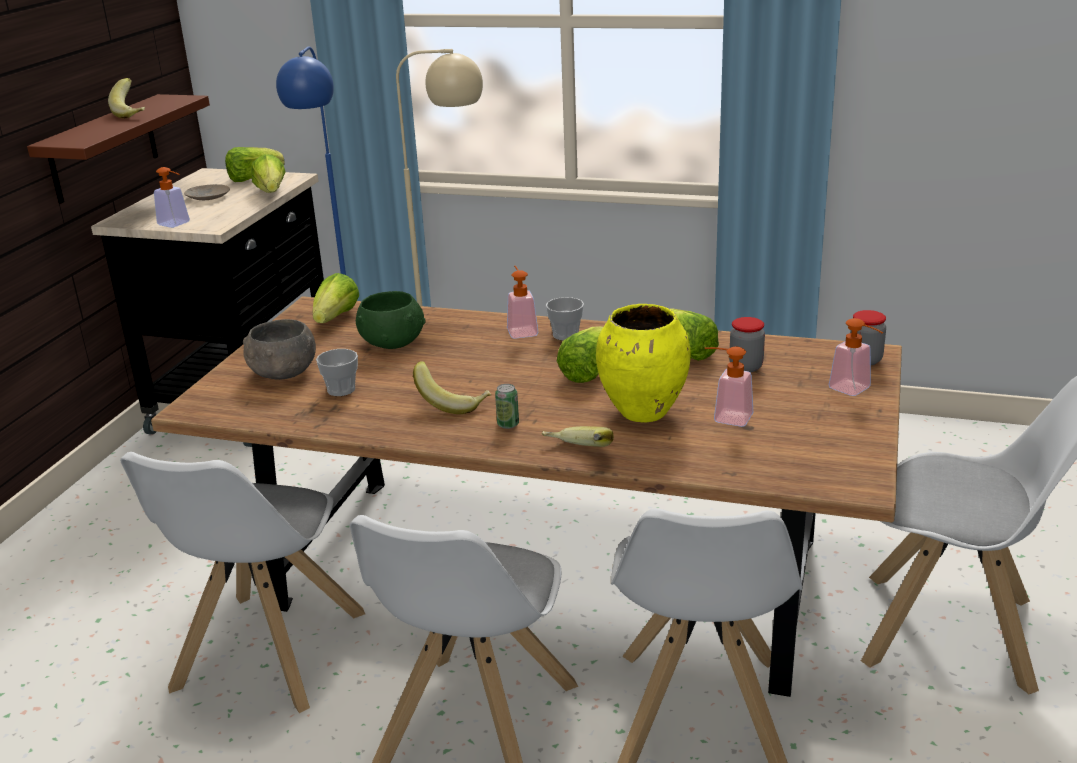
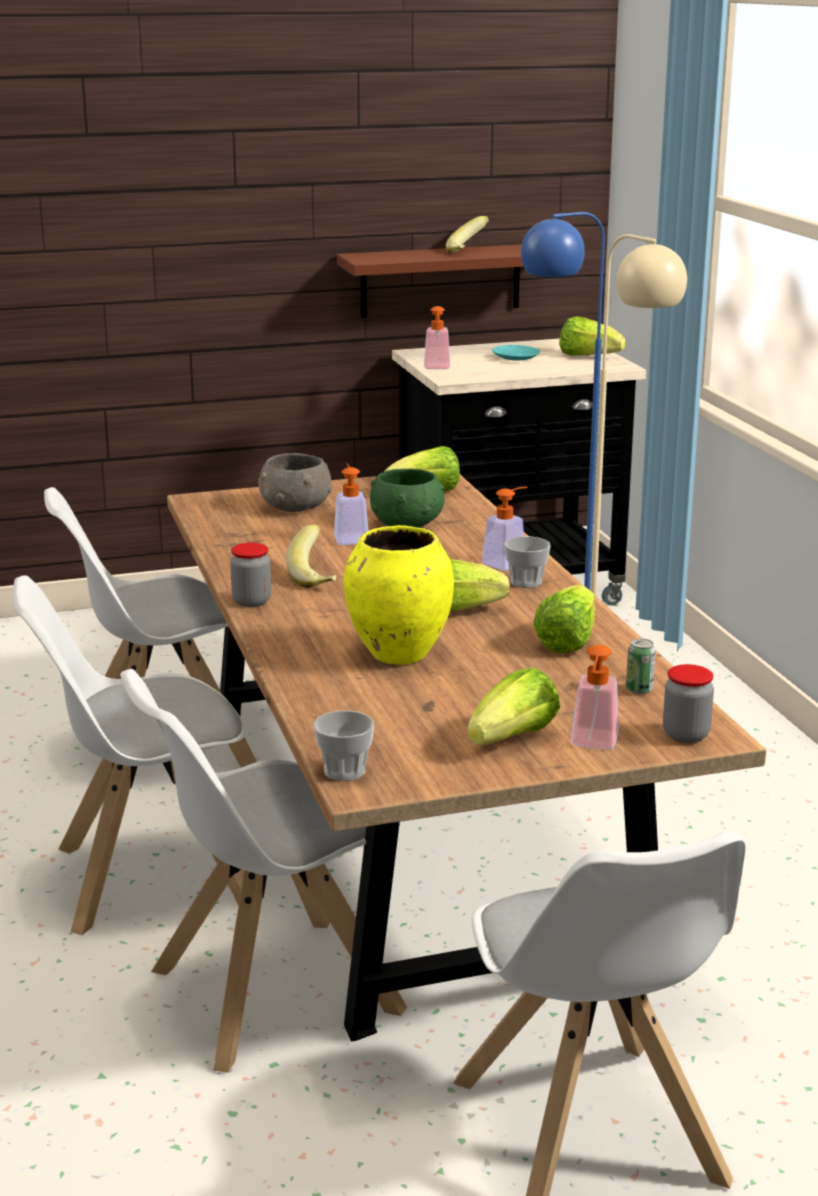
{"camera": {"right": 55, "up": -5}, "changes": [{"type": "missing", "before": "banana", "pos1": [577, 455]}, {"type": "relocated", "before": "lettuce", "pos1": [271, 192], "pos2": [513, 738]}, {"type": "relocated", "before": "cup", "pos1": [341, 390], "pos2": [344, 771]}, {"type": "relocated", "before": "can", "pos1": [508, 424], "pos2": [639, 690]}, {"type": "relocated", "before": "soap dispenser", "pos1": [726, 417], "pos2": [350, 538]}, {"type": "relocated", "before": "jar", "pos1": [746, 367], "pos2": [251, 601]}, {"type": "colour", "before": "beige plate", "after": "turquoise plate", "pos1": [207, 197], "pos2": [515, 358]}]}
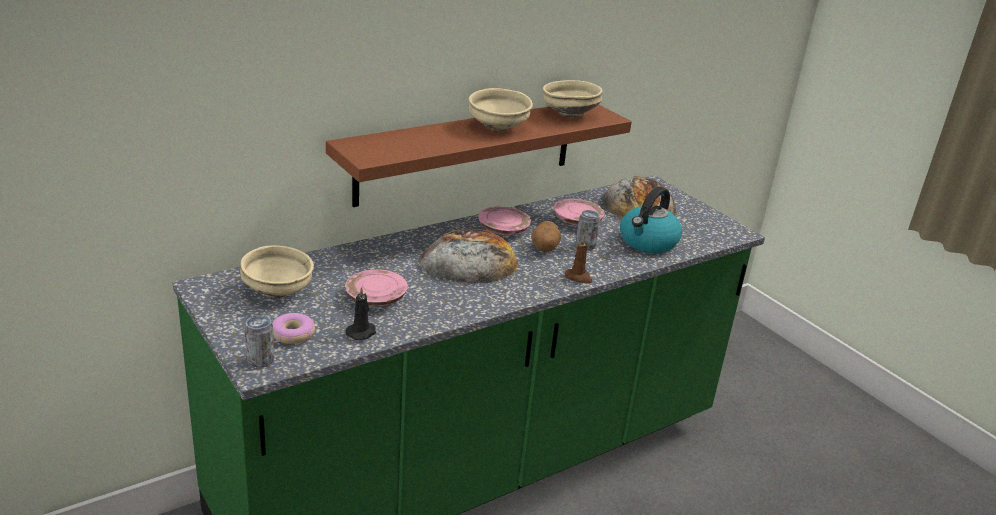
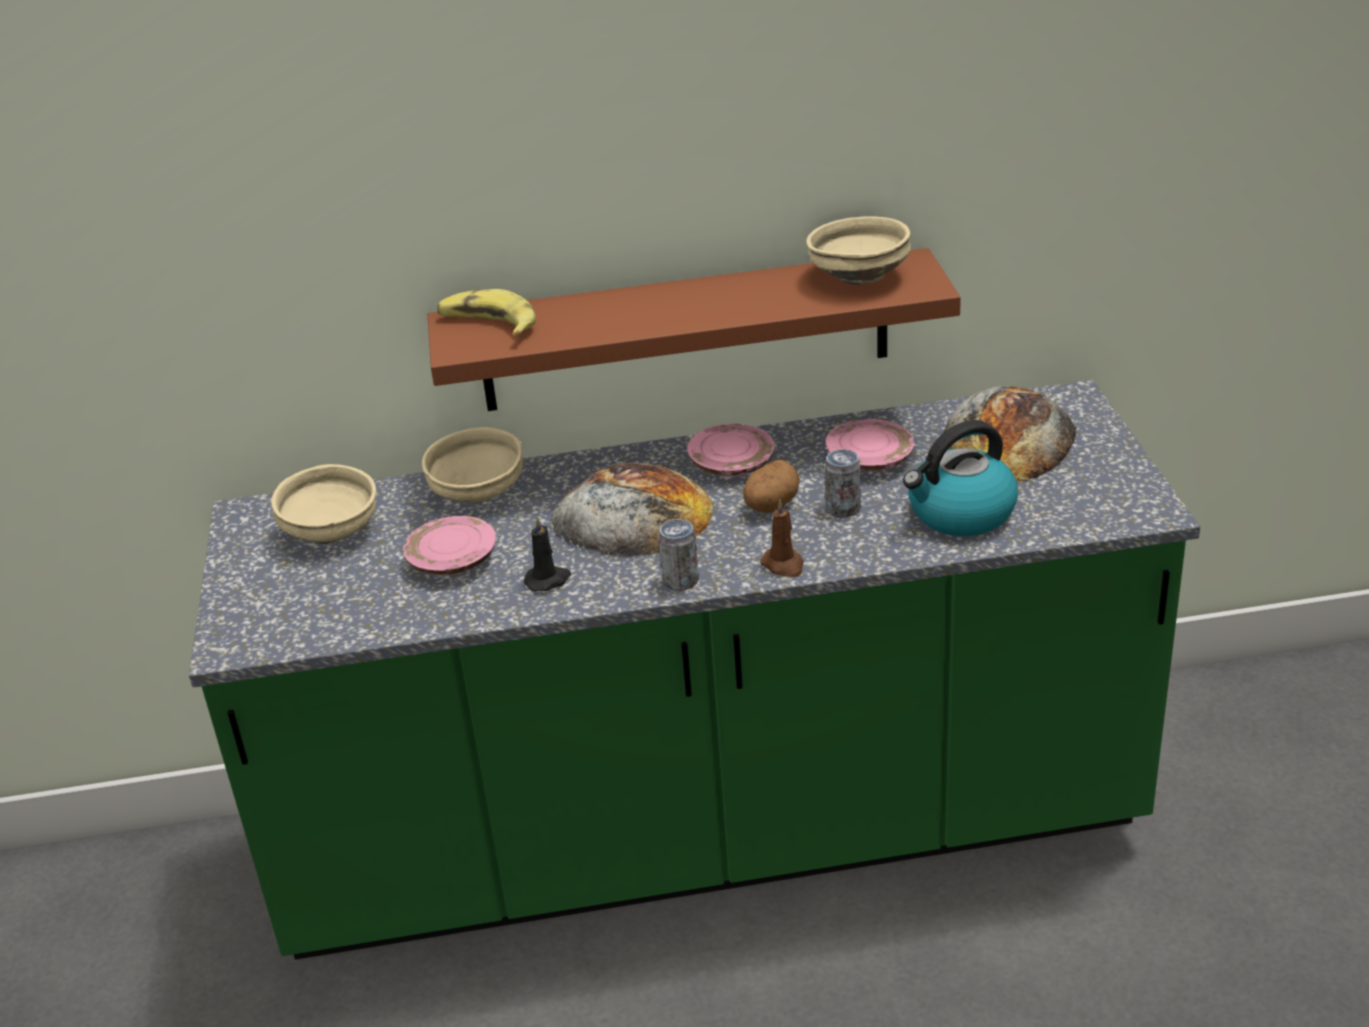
{"camera": {"right": 30, "up": 5}, "changes": [{"type": "missing", "before": "donut", "pos1": [292, 334]}, {"type": "appeared", "after": "banana", "pos2": [488, 325]}, {"type": "relocated", "before": "can", "pos1": [260, 360], "pos2": [680, 581]}, {"type": "relocated", "before": "black candle", "pos1": [362, 332], "pos2": [548, 580]}, {"type": "relocated", "before": "beige bowl", "pos1": [498, 127], "pos2": [477, 494]}]}
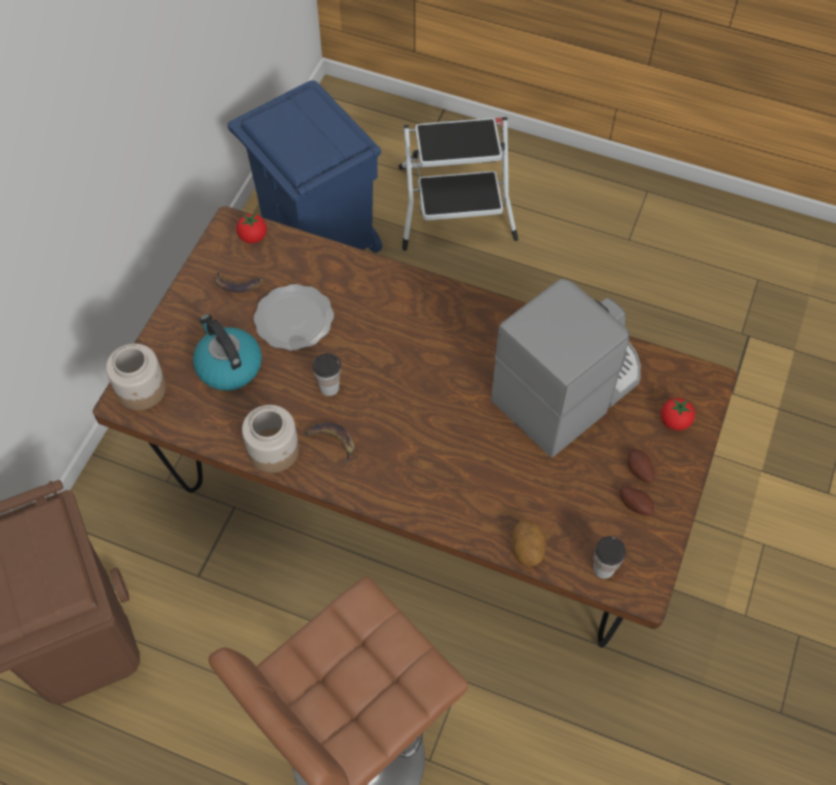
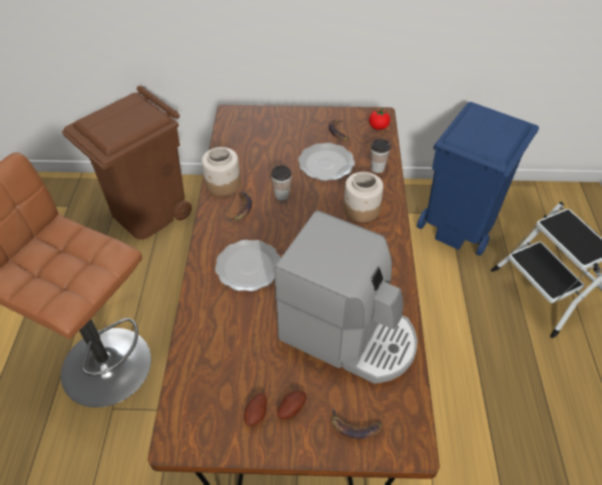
{"camera": {"right": 70, "up": -10}, "changes": [{"type": "missing", "before": "kettle", "pos1": [228, 366]}, {"type": "missing", "before": "potato", "pos1": [527, 549]}, {"type": "appeared", "after": "plate", "pos2": [248, 268]}, {"type": "relocated", "before": "jar", "pos1": [142, 389], "pos2": [361, 209]}, {"type": "relocated", "before": "cup", "pos1": [603, 568], "pos2": [377, 168]}, {"type": "exchanged", "before": "tomato", "after": "banana", "pos1": [674, 421], "pos2": [355, 426]}]}
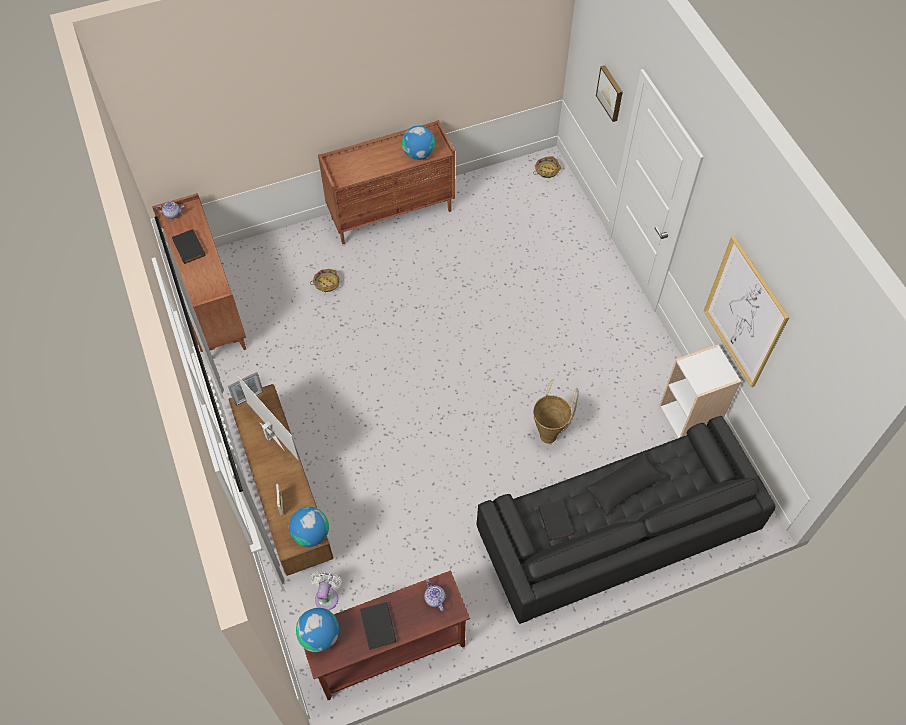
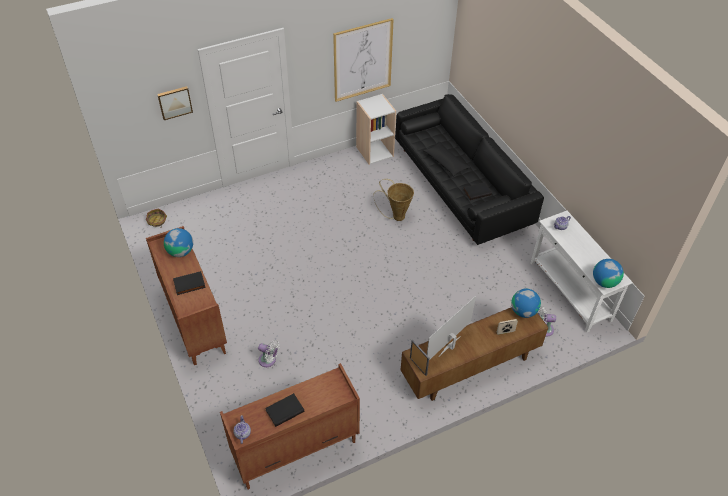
{"camera": {"right": -95, "up": -10}, "changes": [{"type": "relocated", "before": "black book", "pos1": [376, 626], "pos2": [189, 285]}, {"type": "exchanged", "before": "basket", "after": "white fan", "pos1": [326, 283], "pos2": [269, 360]}, {"type": "colour", "before": "brown console table", "after": "white console table", "pos1": [388, 652], "pos2": [570, 291]}]}
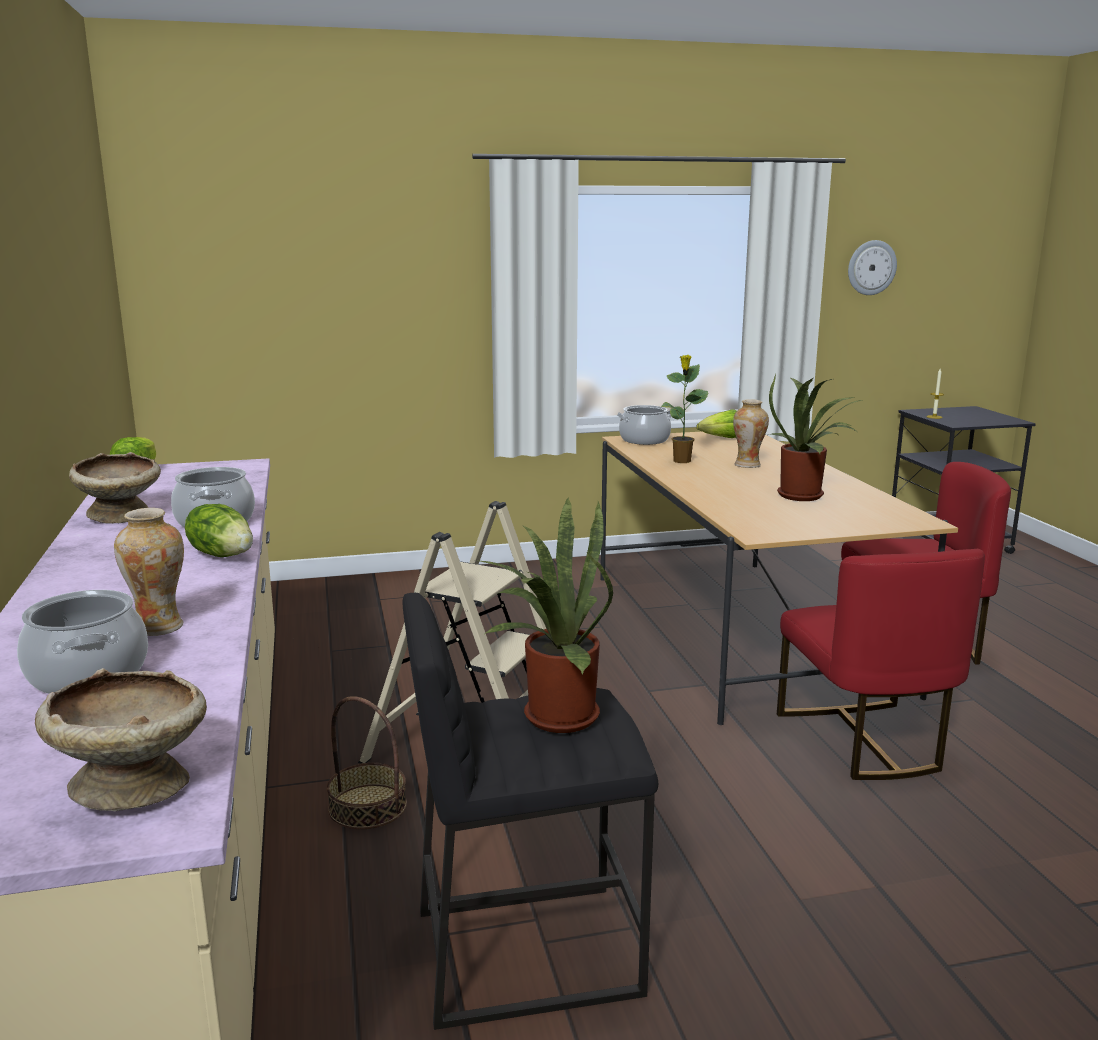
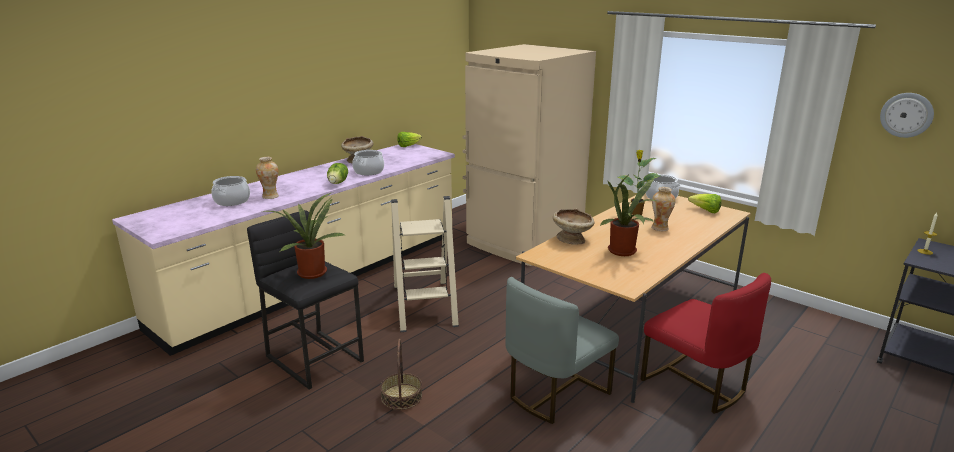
{"camera": {"right": 55, "up": 5}, "changes": [{"type": "appeared", "after": "beige fridge", "pos2": [523, 240]}, {"type": "relocated", "before": "beige bowl", "pos1": [133, 785], "pos2": [572, 240]}, {"type": "relocated", "before": "basket", "pos1": [367, 807], "pos2": [401, 396]}, {"type": "colour", "before": "red chair", "after": "grey chair", "pos1": [864, 741], "pos2": [555, 393]}]}
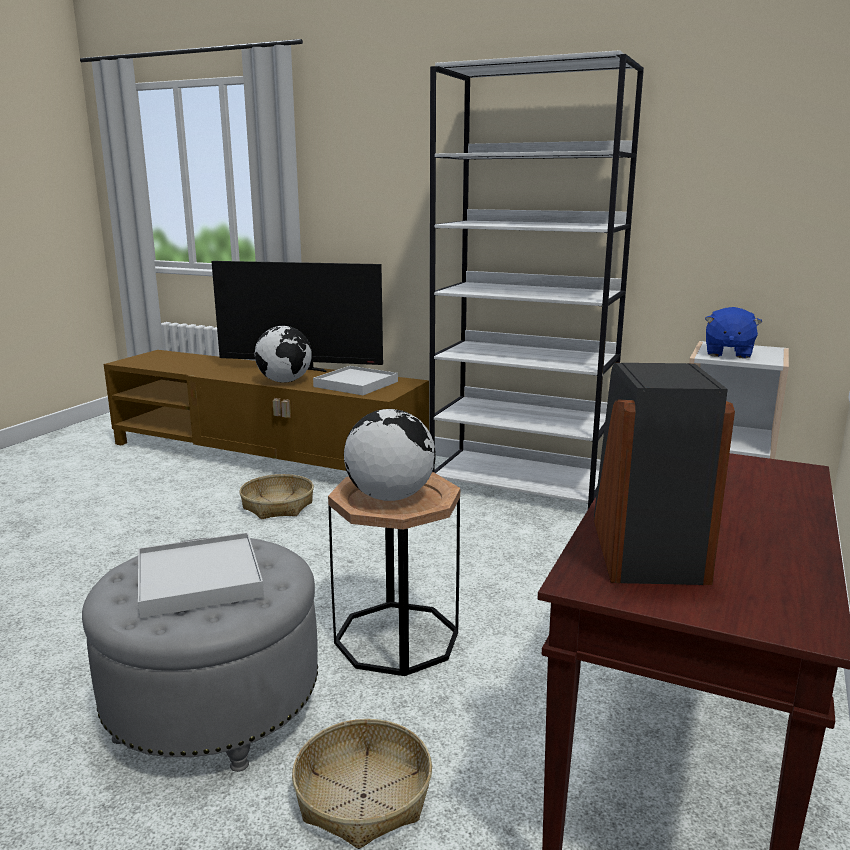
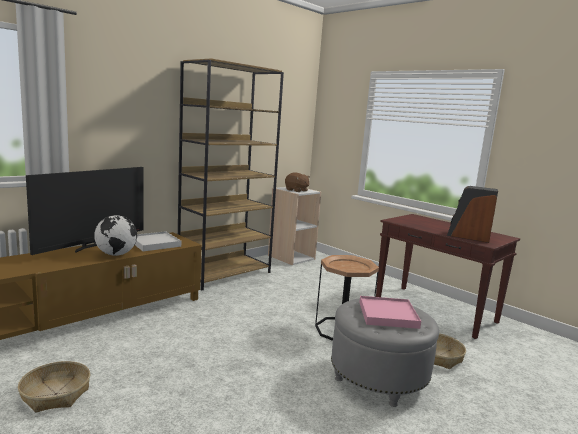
{"camera": {"right": -70, "up": -5}, "changes": [{"type": "missing", "before": "globe", "pos1": [390, 497]}, {"type": "relocated", "before": "basket", "pos1": [277, 506], "pos2": [56, 394]}, {"type": "colour", "before": "white tray", "after": "pink tray", "pos1": [199, 580], "pos2": [388, 315]}, {"type": "colour", "before": "white bookcase", "after": "brown bookcase", "pos1": [521, 487], "pos2": [225, 274]}, {"type": "colour", "before": "blue plush toy", "after": "brown plush toy", "pos1": [727, 353], "pos2": [296, 190]}]}
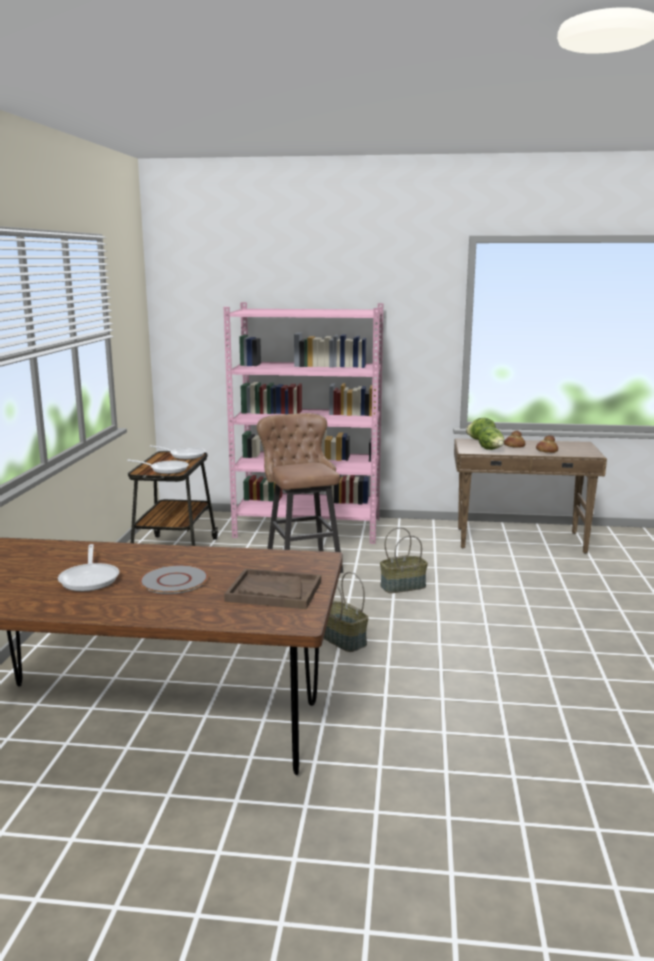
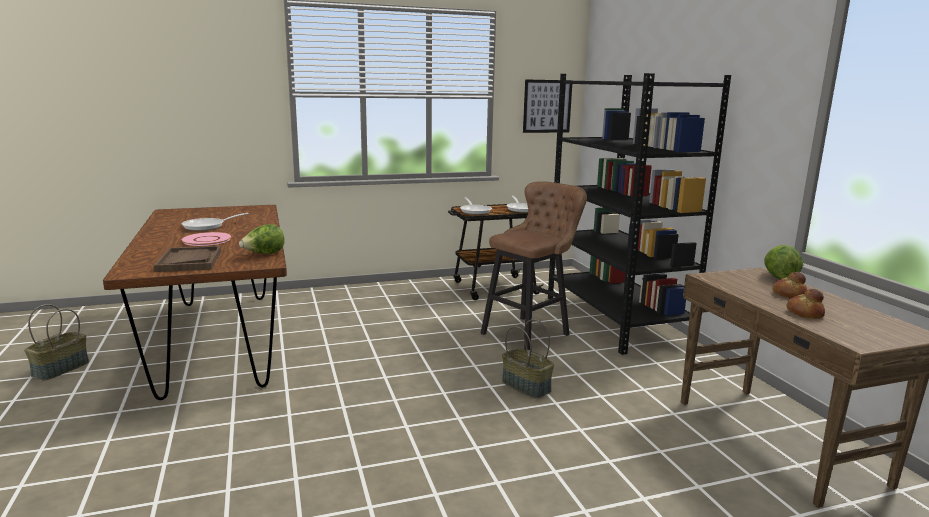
{"camera": {"right": 65, "up": 0}, "changes": [{"type": "appeared", "after": "picture", "pos2": [547, 106]}, {"type": "relocated", "before": "basket", "pos1": [343, 640], "pos2": [60, 369]}, {"type": "relocated", "before": "lettuce", "pos1": [491, 450], "pos2": [264, 254]}, {"type": "colour", "before": "grey plate", "after": "pink plate", "pos1": [174, 581], "pos2": [206, 240]}, {"type": "colour", "before": "pink bookcase", "after": "black bookcase", "pos1": [308, 528], "pos2": [615, 319]}]}
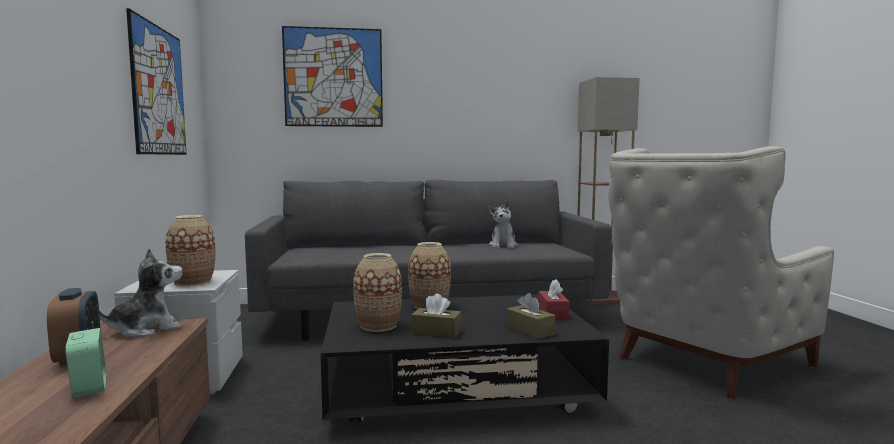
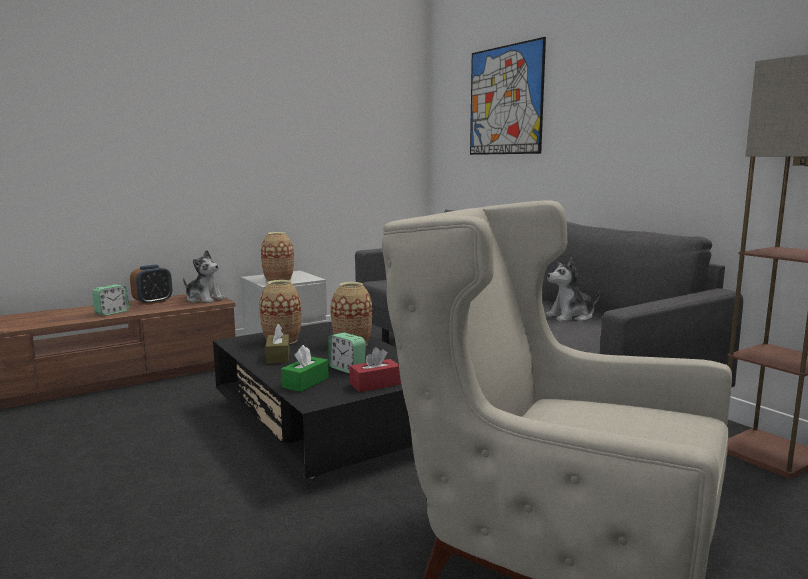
{"camera": {"right": 65, "up": 5}, "changes": [{"type": "missing", "before": "picture", "pos1": [158, 90]}, {"type": "appeared", "after": "alarm clock", "pos2": [347, 369]}, {"type": "colour", "before": "brown tissue box", "after": "green tissue box", "pos1": [530, 330], "pos2": [305, 382]}]}
